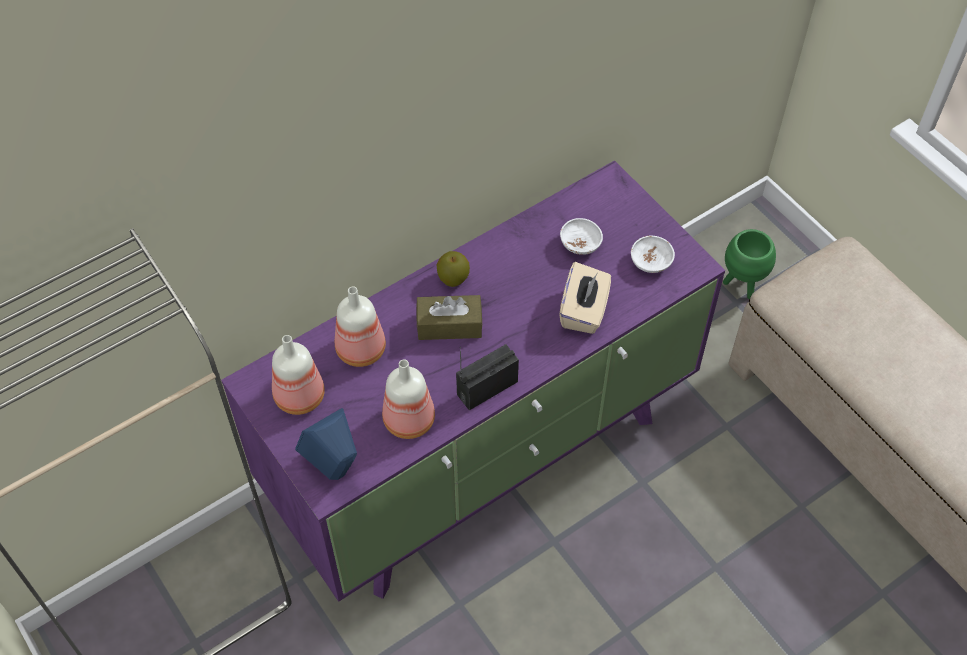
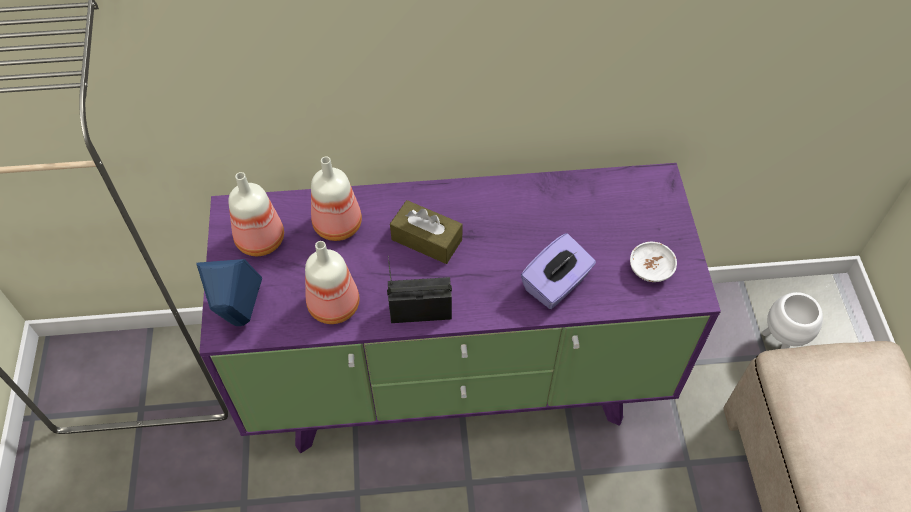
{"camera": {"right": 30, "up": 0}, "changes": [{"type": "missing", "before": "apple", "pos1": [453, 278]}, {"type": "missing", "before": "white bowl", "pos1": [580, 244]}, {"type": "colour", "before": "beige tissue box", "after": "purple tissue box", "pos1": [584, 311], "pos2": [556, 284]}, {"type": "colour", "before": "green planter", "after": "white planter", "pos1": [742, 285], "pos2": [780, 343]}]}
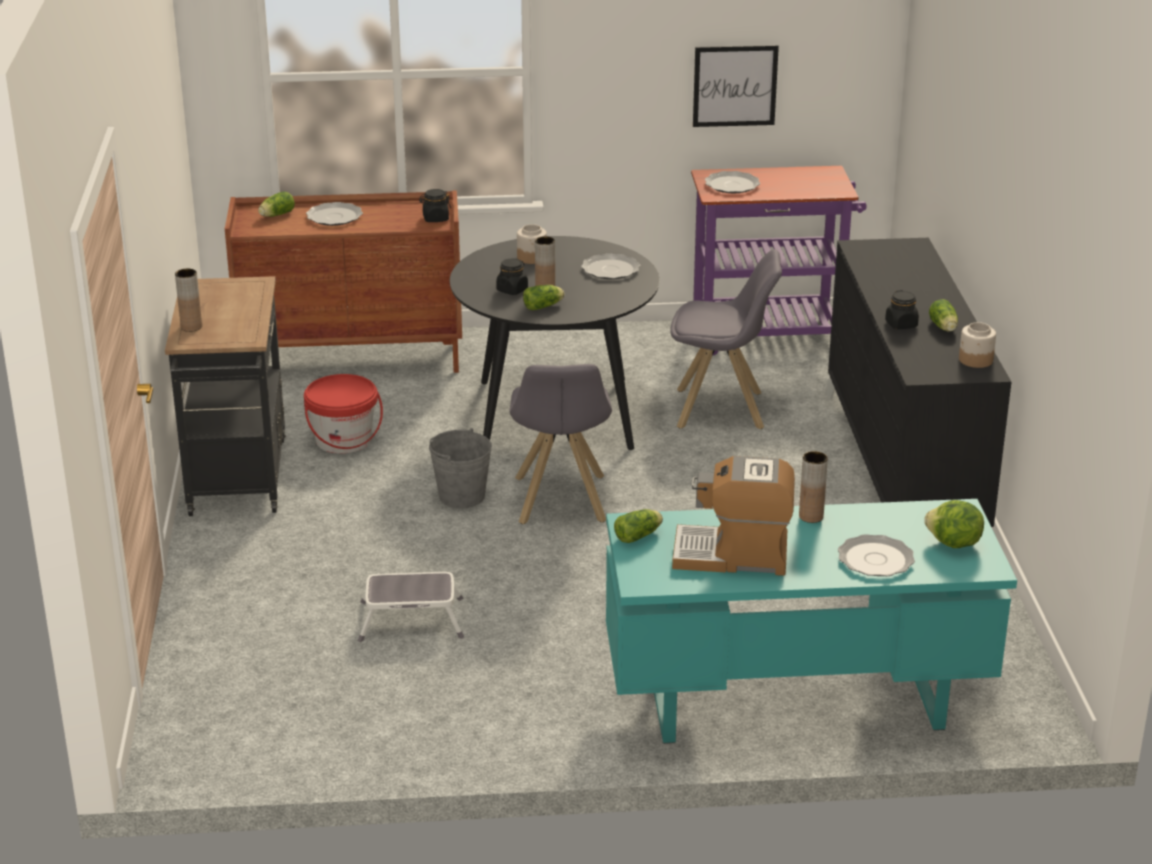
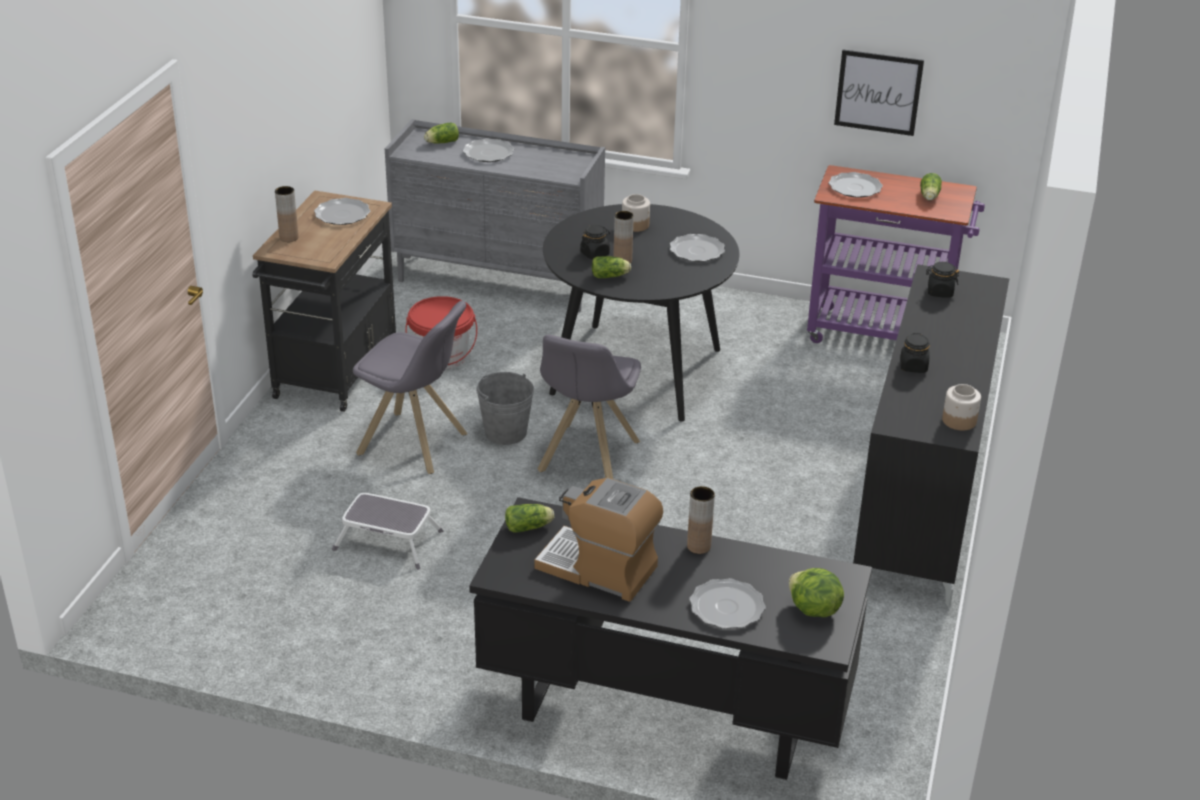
{"camera": {"right": 20, "up": 5}, "changes": [{"type": "appeared", "after": "plate", "pos2": [342, 214]}, {"type": "relocated", "before": "black jar", "pos1": [435, 219], "pos2": [939, 292]}, {"type": "relocated", "before": "grey chair", "pos1": [720, 409], "pos2": [413, 443]}, {"type": "relocated", "before": "lettuce", "pos1": [944, 327], "pos2": [929, 197]}, {"type": "colour", "before": "brown cabinet", "after": "grey cabinet", "pos1": [354, 361], "pos2": [499, 282]}, {"type": "colour", "before": "turquoise desk", "after": "black desk", "pos1": [794, 705], "pos2": [663, 714]}]}
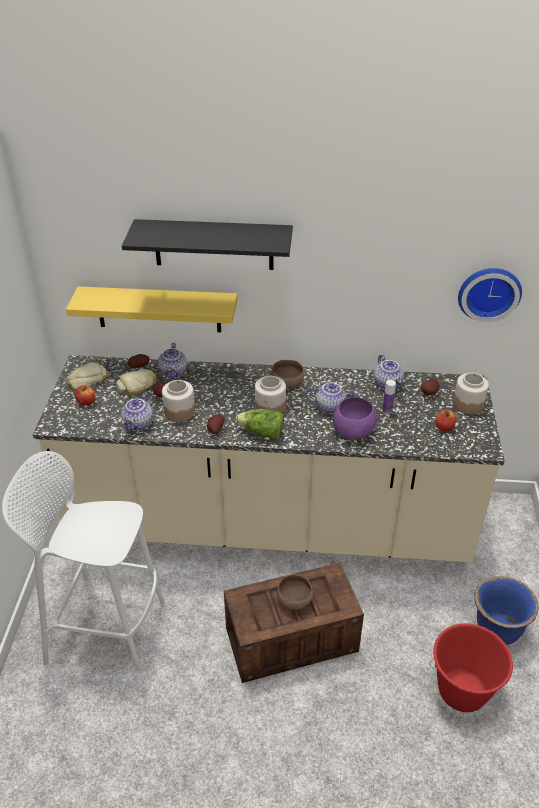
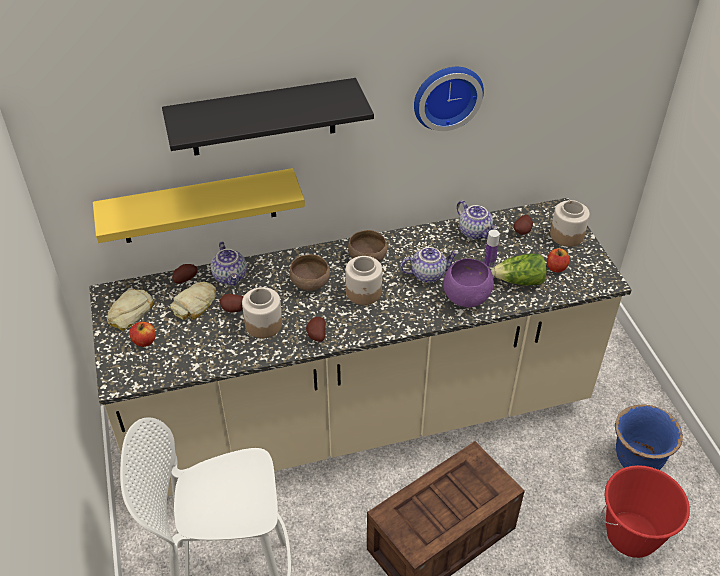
{"camera": {"right": -20, "up": 5}, "changes": [{"type": "missing", "before": "teapot", "pos1": [139, 424]}, {"type": "relocated", "before": "lettuce", "pos1": [262, 432], "pos2": [519, 281]}, {"type": "relocated", "before": "brown bowl", "pos1": [295, 600], "pos2": [310, 282]}, {"type": "relocated", "before": "wall clock", "pos1": [488, 292], "pos2": [446, 95]}]}
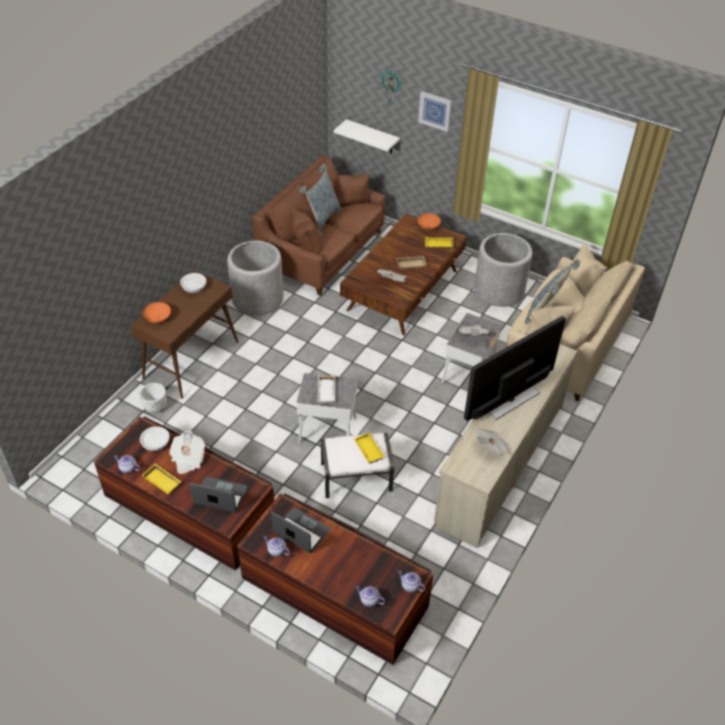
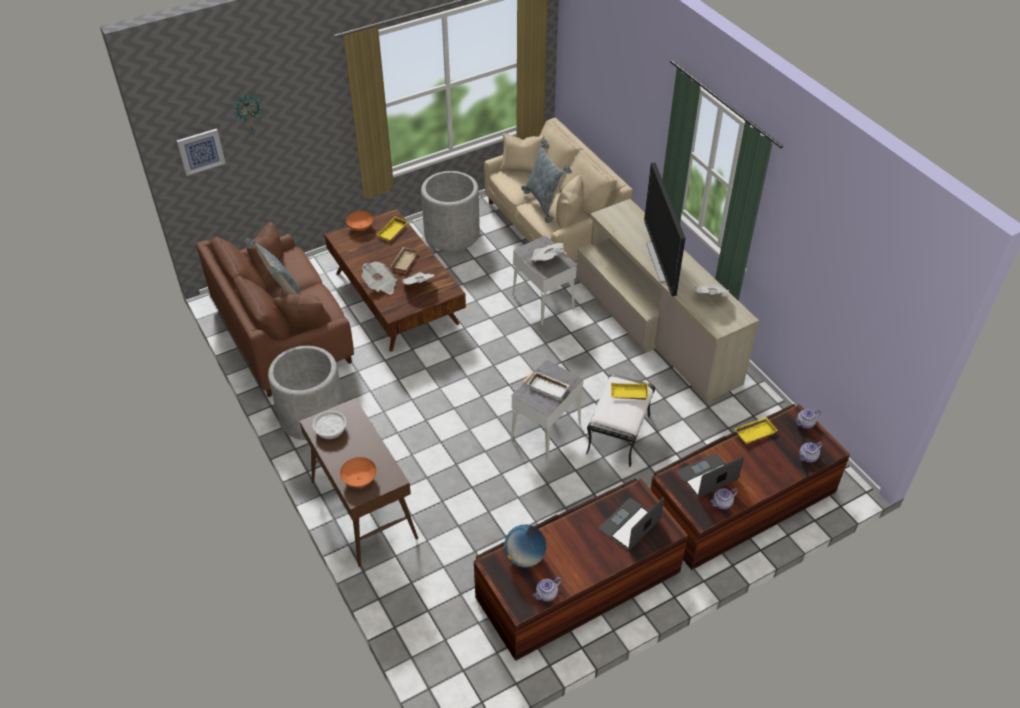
{"camera": {"right": -60, "up": 0}, "changes": [{"type": "missing", "before": "white planter", "pos1": [155, 407]}, {"type": "missing", "before": "white shelf", "pos1": [372, 137]}, {"type": "relocated", "before": "yellow tray", "pos1": [163, 480], "pos2": [754, 432]}, {"type": "relocated", "before": "newspaper", "pos1": [188, 459], "pos2": [380, 285]}, {"type": "relocated", "before": "picture", "pos1": [435, 111], "pos2": [201, 151]}, {"type": "exchanged", "before": "white bowl", "after": "globe", "pos1": [156, 443], "pos2": [524, 557]}]}
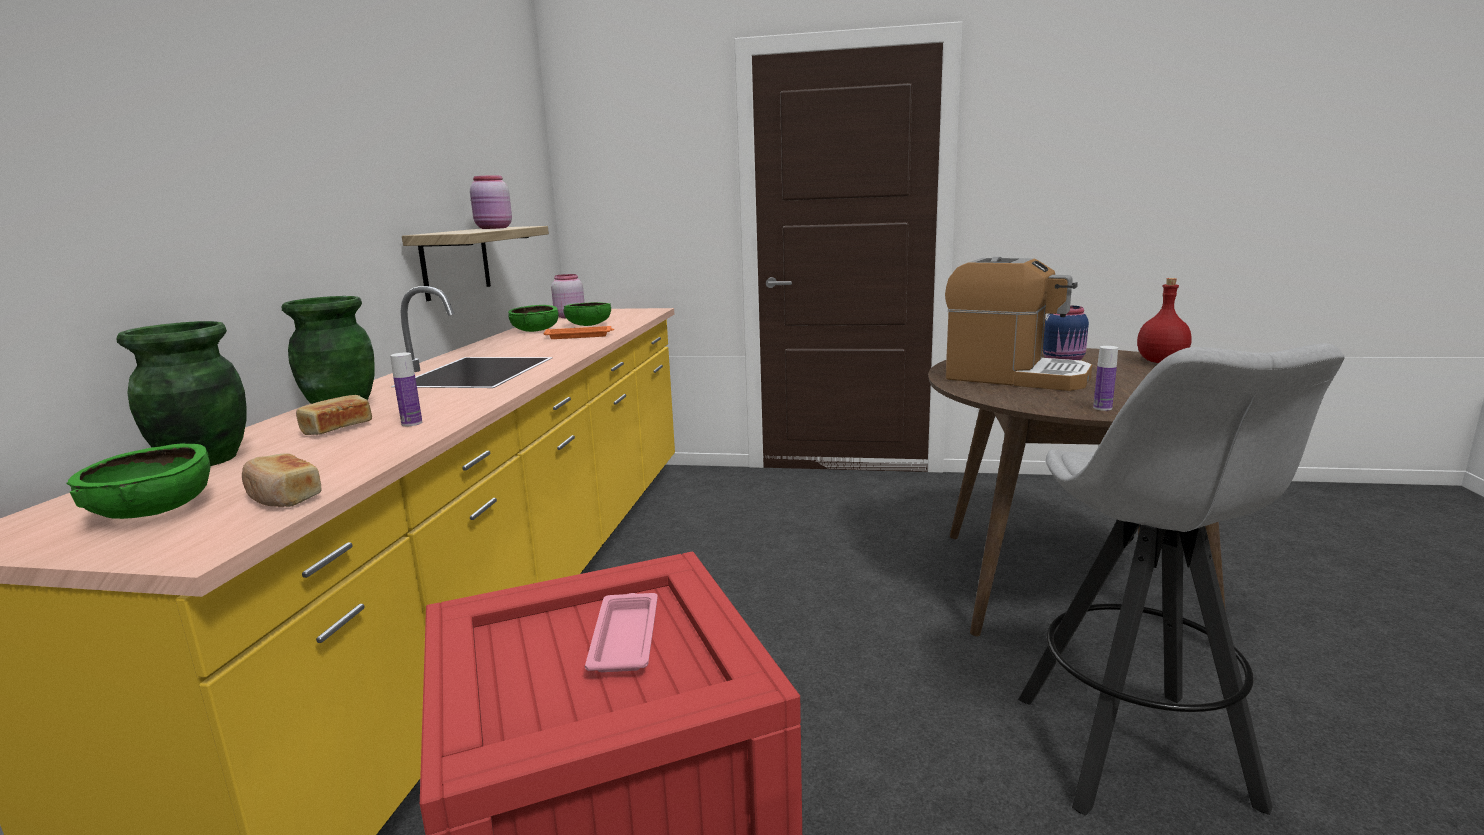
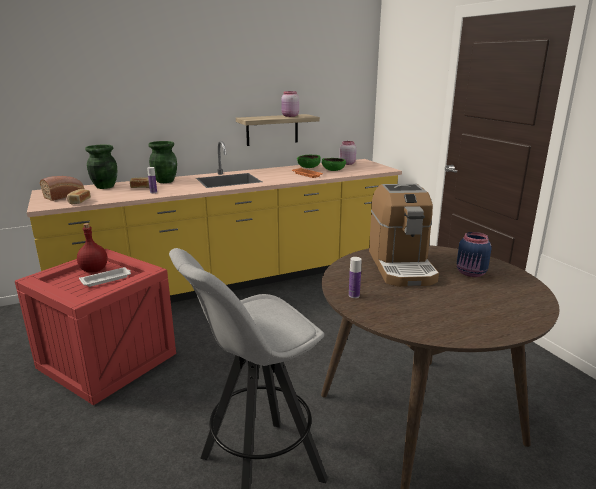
{"camera": {"right": 55, "up": 5}, "changes": [{"type": "relocated", "before": "red bottle", "pos1": [1160, 362], "pos2": [93, 270]}, {"type": "exchanged", "before": "green bowl", "after": "bread", "pos1": [154, 510], "pos2": [65, 195]}, {"type": "colour", "before": "pink tray", "after": "white tray", "pos1": [625, 637], "pos2": [107, 279]}]}
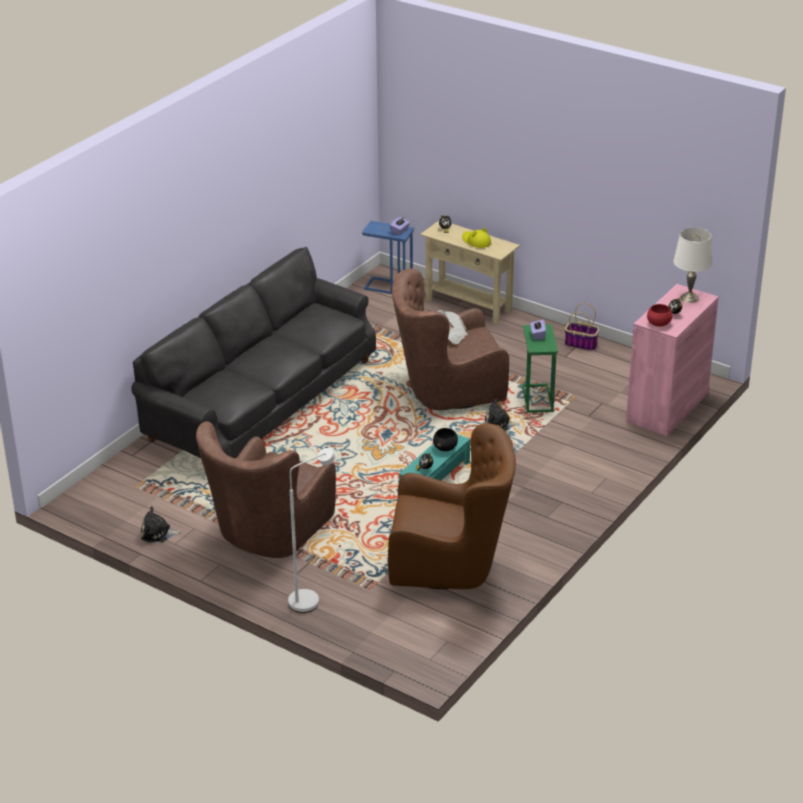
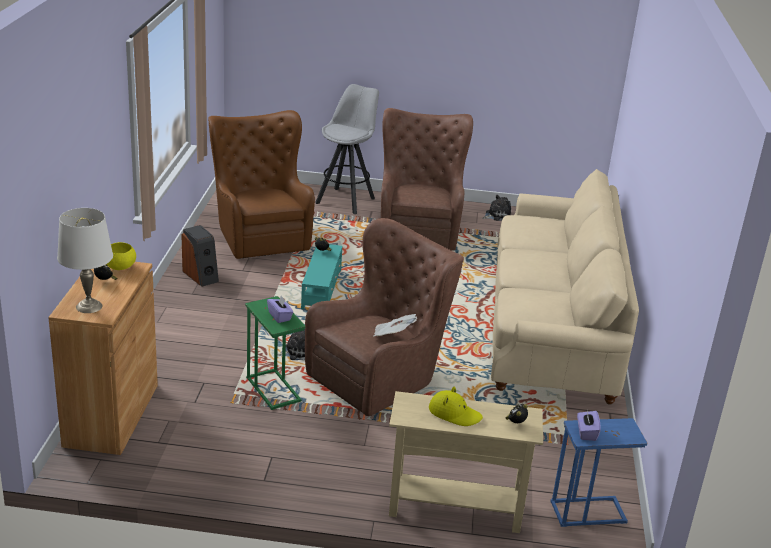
{"camera": {"right": 150, "up": -5}, "changes": [{"type": "missing", "before": "black bowl", "pos1": [445, 448]}, {"type": "missing", "before": "basket", "pos1": [581, 344]}, {"type": "appeared", "after": "speaker", "pos2": [201, 276]}, {"type": "exchanged", "before": "white floor lamp", "after": "grey stool", "pos1": [311, 599], "pos2": [346, 200]}, {"type": "colour", "before": "black sofa", "after": "beige sofa", "pos1": [261, 400], "pos2": [551, 324]}, {"type": "colour", "before": "pink cabinet", "after": "brown cabinet", "pos1": [667, 407], "pos2": [111, 415]}, {"type": "colour", "before": "red bowl", "after": "yellow bowl", "pos1": [659, 324], "pos2": [120, 267]}, {"type": "spun", "before": "brown armchair", "pos1": [451, 564], "pos2": [260, 235], "turn": 90}]}
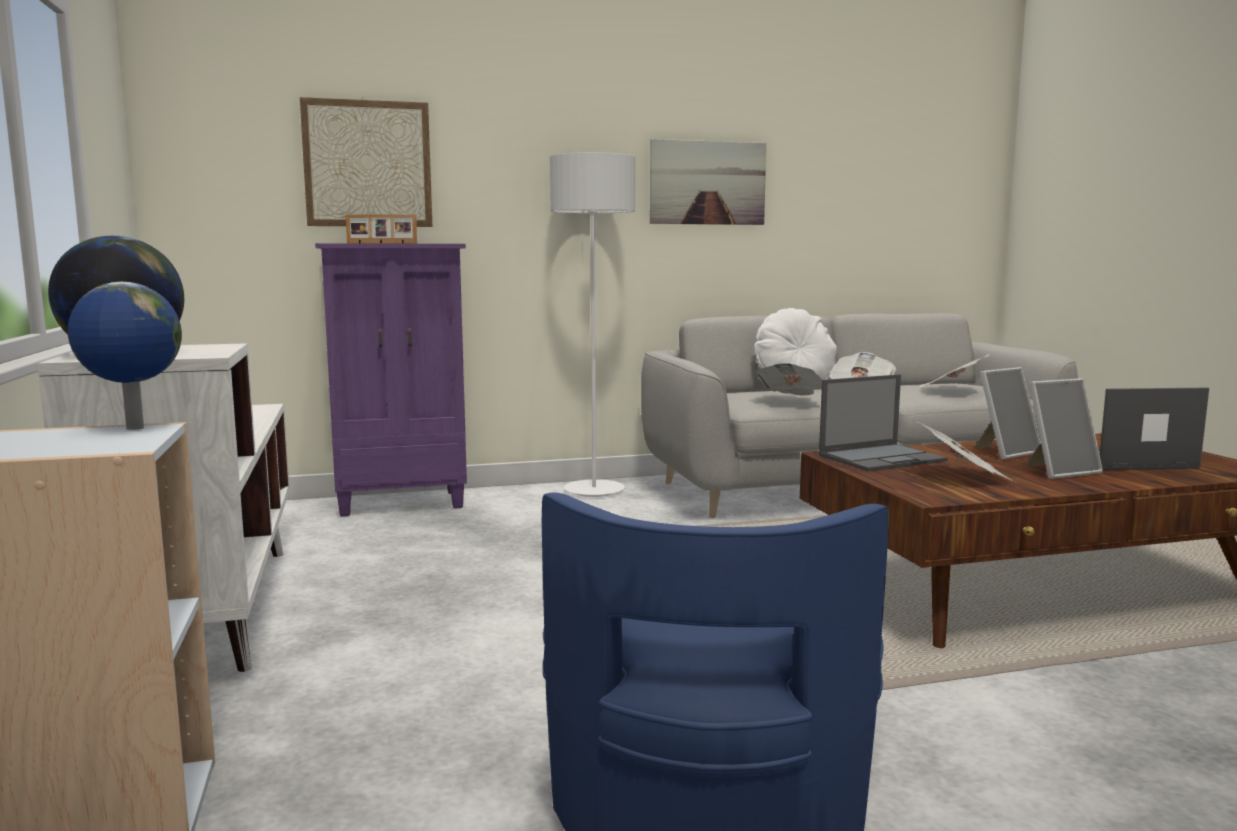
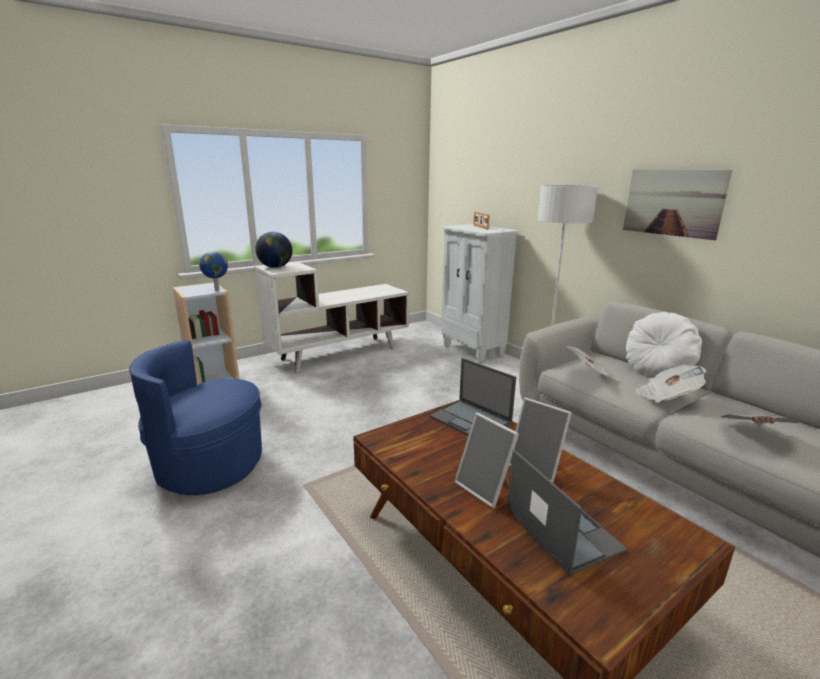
{"camera": {"right": 70, "up": 10}, "changes": [{"type": "missing", "before": "picture", "pos1": [367, 162]}, {"type": "missing", "before": "newspaper", "pos1": [964, 478]}, {"type": "colour", "before": "purple cabinet", "after": "white cabinet", "pos1": [401, 504], "pos2": [472, 350]}]}
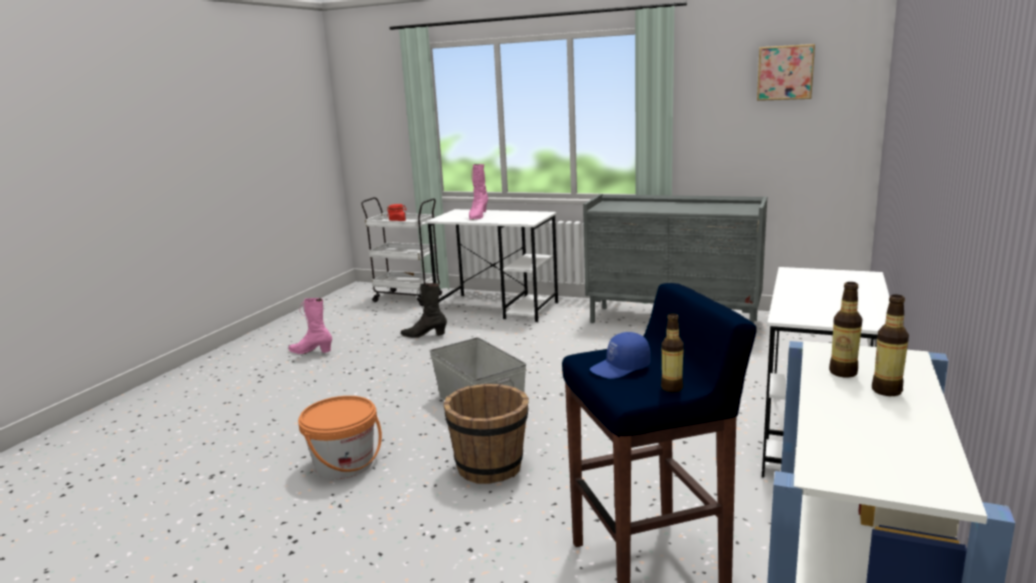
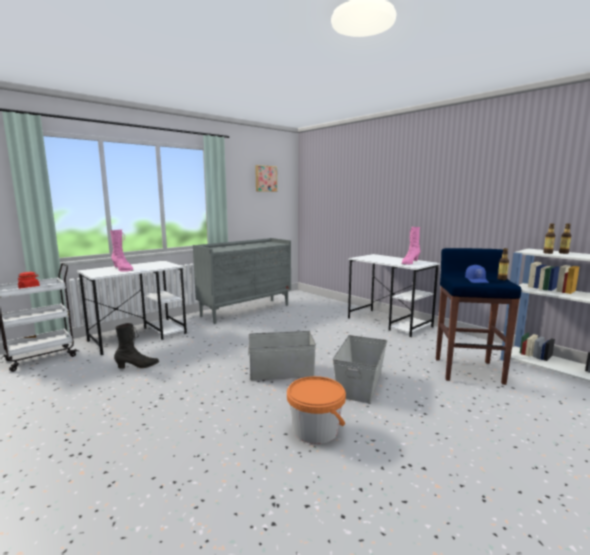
{"camera": {"right": -65, "up": -5}, "changes": [{"type": "relocated", "before": "pink boot", "pos1": [311, 352], "pos2": [409, 263]}, {"type": "exchanged", "before": "brown bucket", "after": "grey storage box", "pos1": [490, 467], "pos2": [360, 383]}, {"type": "spun", "before": "black boot", "pos1": [424, 335], "pos2": [137, 366], "turn": -150}]}
